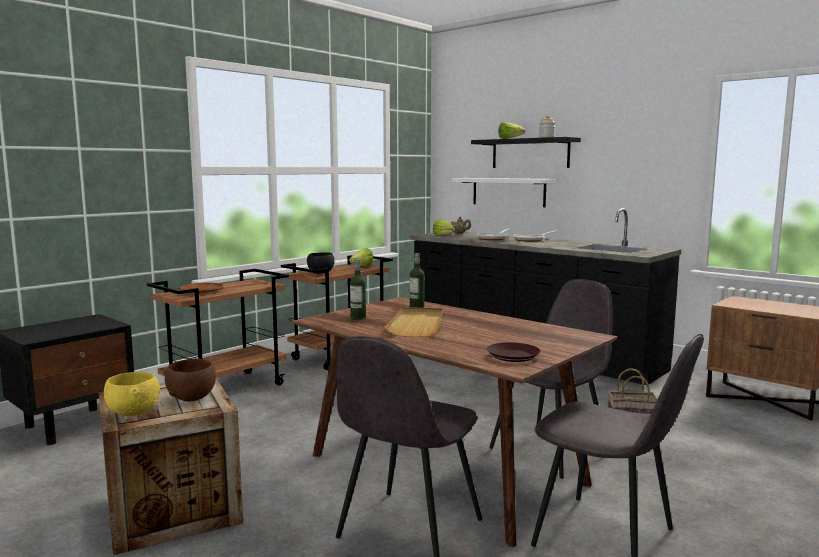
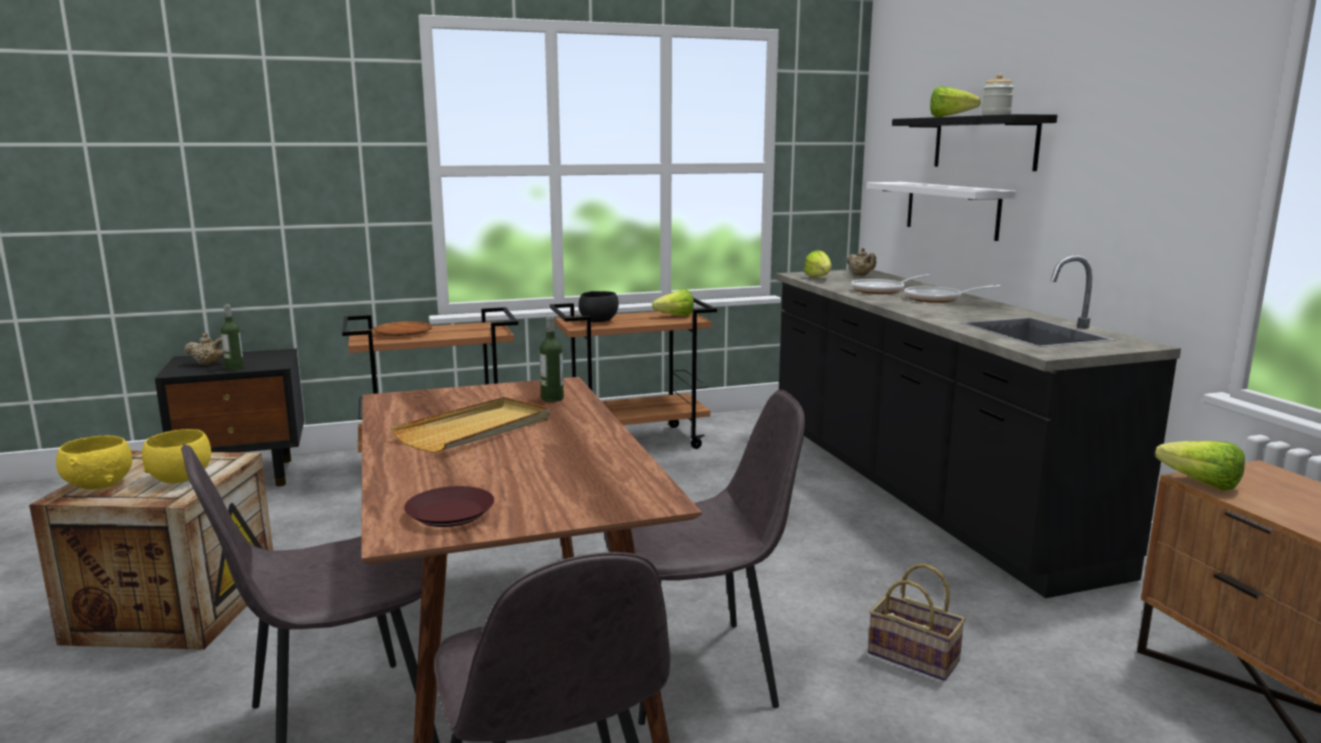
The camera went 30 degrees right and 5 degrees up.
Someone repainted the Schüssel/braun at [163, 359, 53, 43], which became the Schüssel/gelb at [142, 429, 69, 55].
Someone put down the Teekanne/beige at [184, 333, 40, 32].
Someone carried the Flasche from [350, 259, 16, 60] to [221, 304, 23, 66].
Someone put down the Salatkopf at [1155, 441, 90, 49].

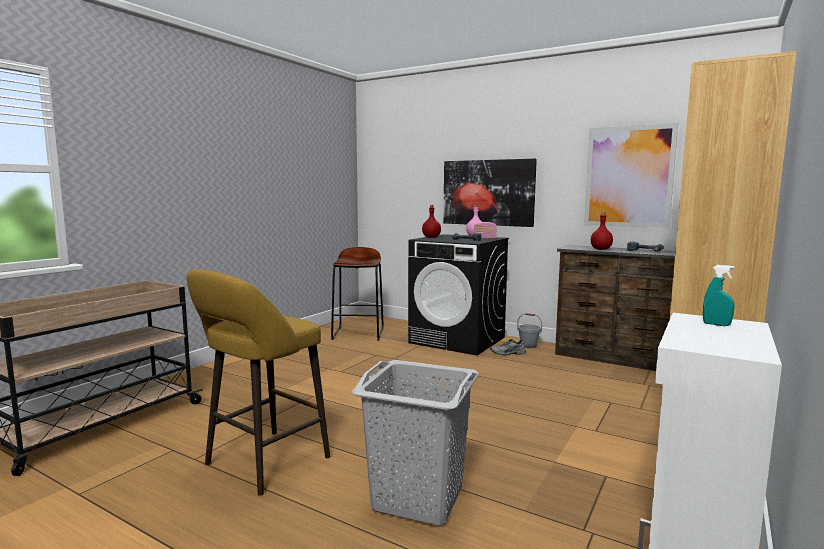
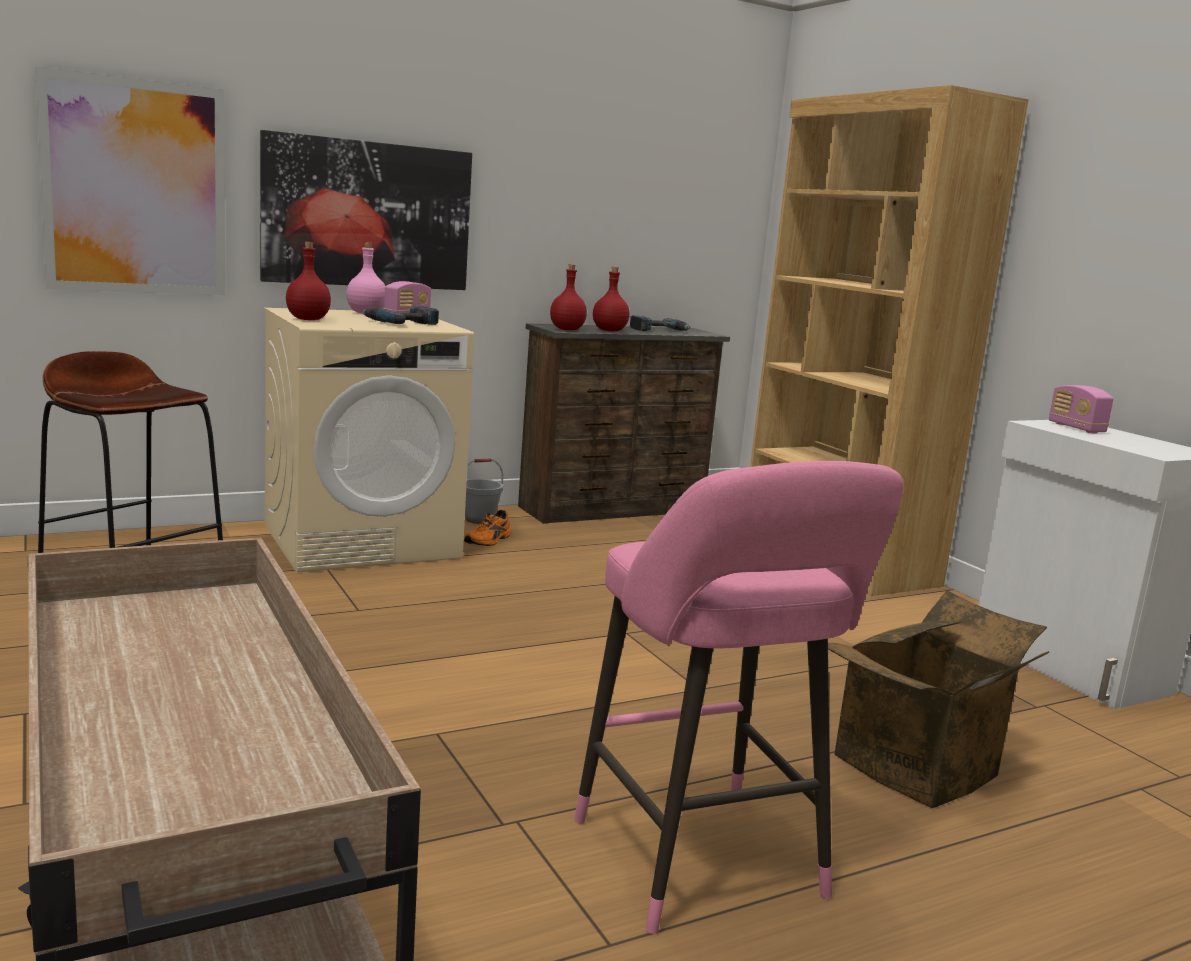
The camera went 60 degrees left and 5 degrees up.
Someone carried the Bild from [584, 123, 94, 105] to [35, 66, 191, 230].
Someone repainted the Waschmaschine/schwarz at [408, 234, 101, 122], which became the Waschmaschine/beige at [264, 308, 210, 265].
Someone repainted the Schuh/grau at [490, 339, 36, 16], which became the Schuh/orange at [464, 510, 47, 36].
Someone put down the Flasche/rot at [550, 264, 37, 66].
Someone repainted the Hocker/gelb at [186, 269, 144, 226], which became the Hocker/rosa at [574, 461, 329, 473].
Someone swapped the Wäschekorb/grau at [352, 360, 127, 166] for the Karton at [828, 590, 222, 218].
Someone swapped the Sprühflasche/türkis at [703, 265, 32, 61] for the Radio at [1049, 385, 64, 48].

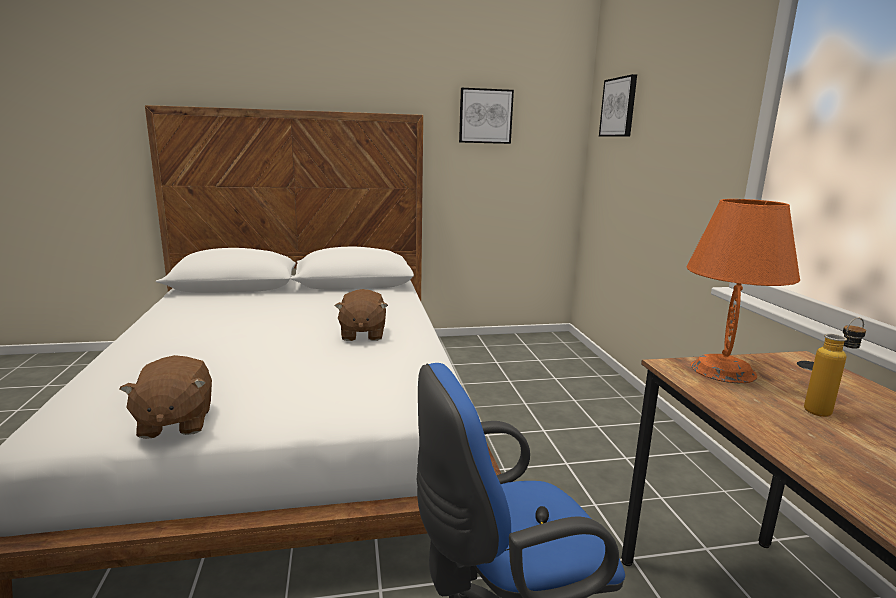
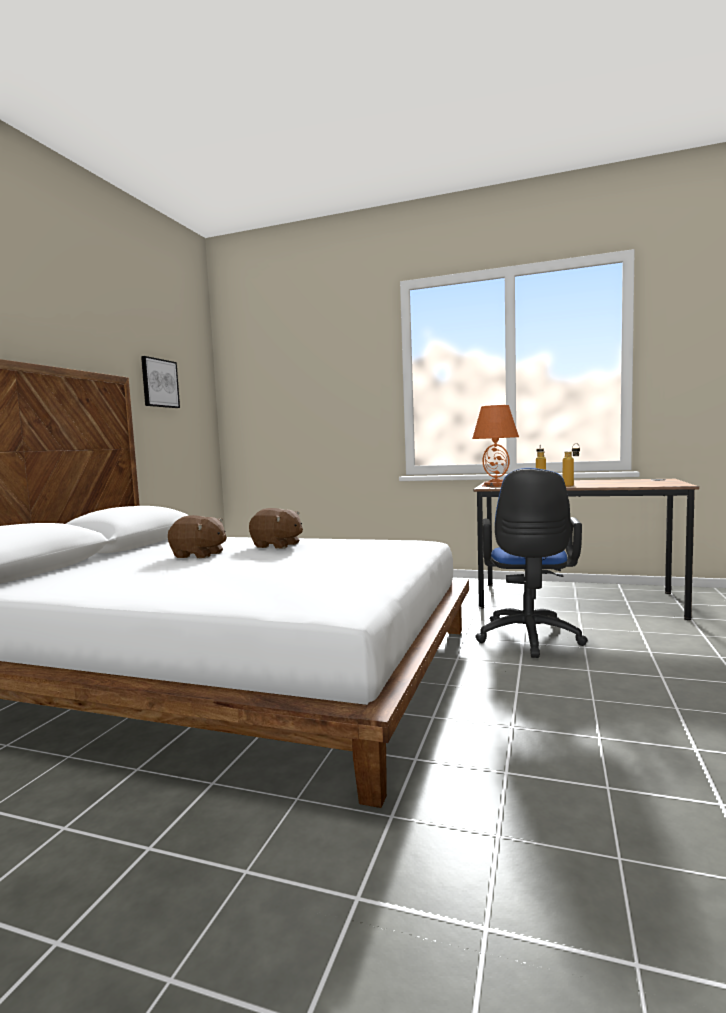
The camera went 60 degrees left and 10 degrees down.
Someone carried the Plüschtier/braun from [120, 355, 92, 84] to [168, 515, 59, 43].
Someone put down the Flasche at [563, 443, 17, 44].
Someone took away the Bild at [599, 74, 38, 63].

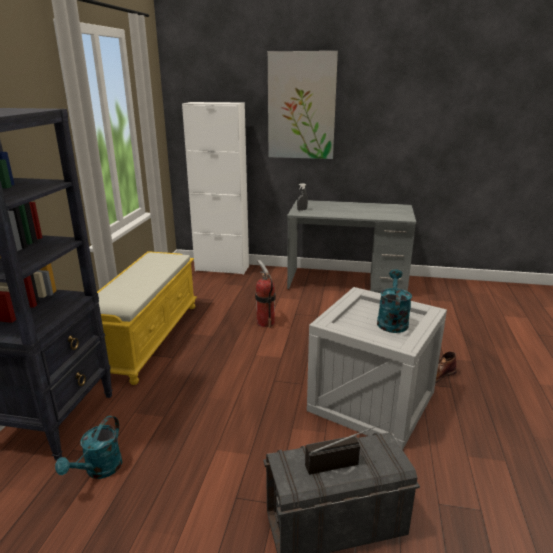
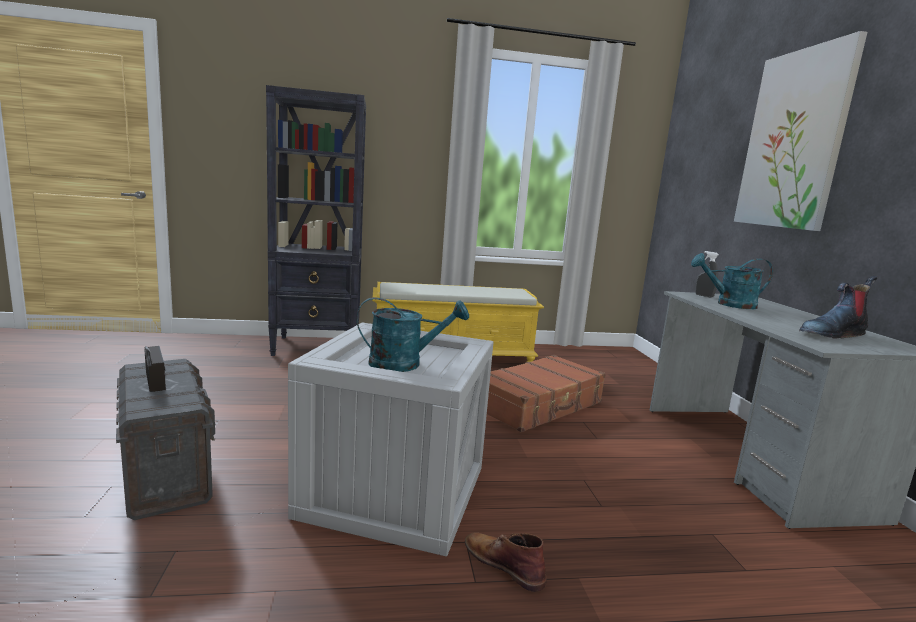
The camera went 70 degrees right and 10 degrees down.
Someone swapped the Feuerlöscher at [255, 260, 20, 68] for the Koffer/braun at [487, 355, 119, 77].
Someone carried the Gießkanne/türkis from [55, 416, 67, 63] to [691, 253, 82, 56].
Someone put down the Stiefel at [799, 276, 79, 63].
Someone took away the Schrank/weiß at [182, 102, 67, 173].

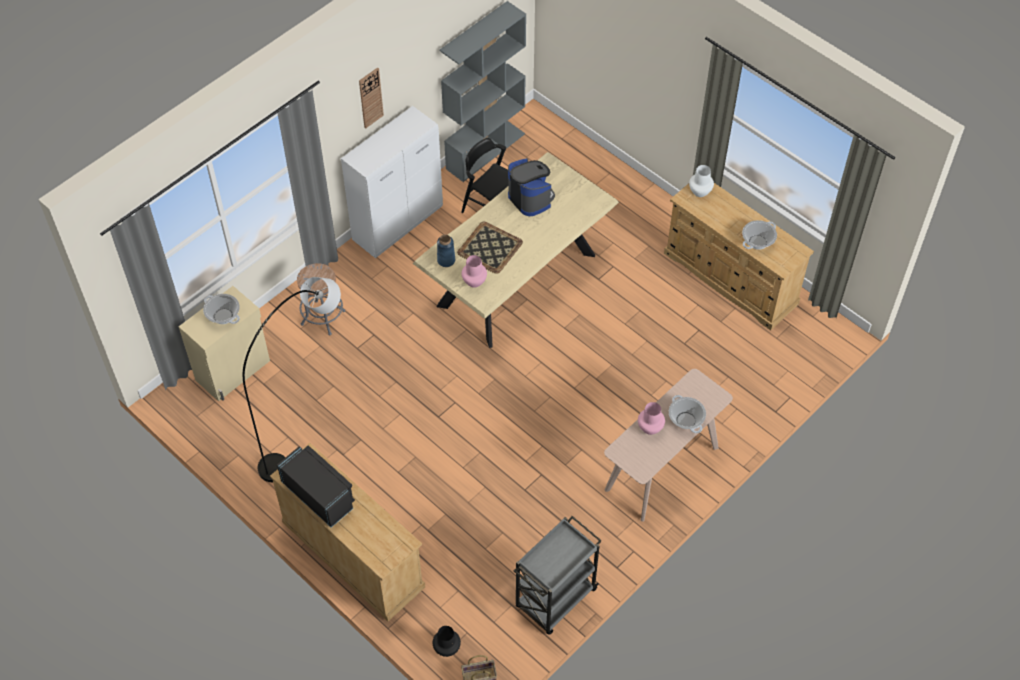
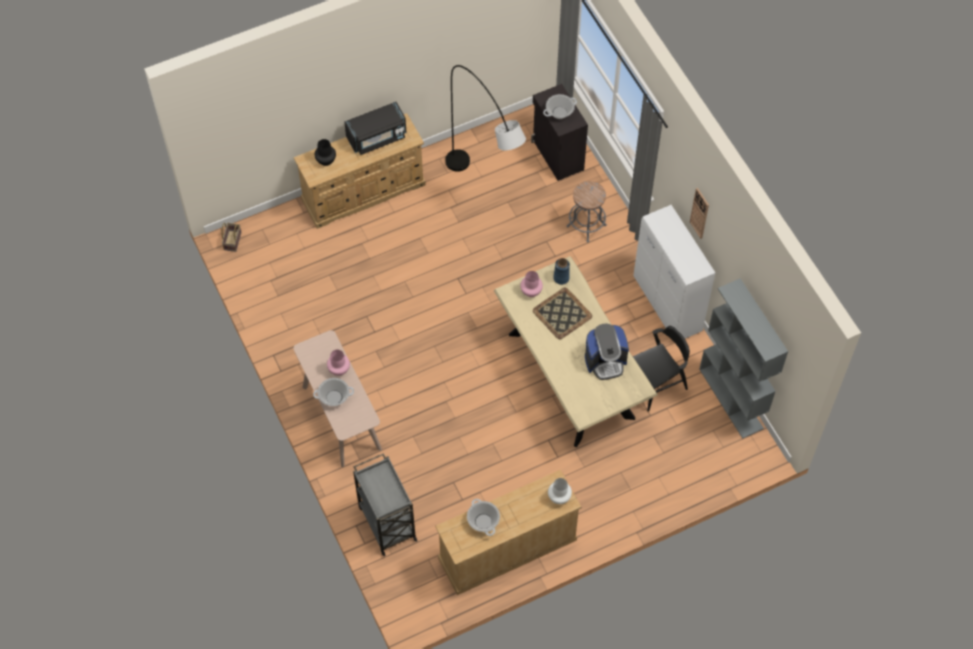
The camera went 110 degrees right and 5 degrees up.
Someone carried the Vase/schwarz from [433, 626, 28, 31] to [315, 139, 21, 27].
Someone carried the Rollwagen/grau from [514, 516, 88, 119] to [353, 453, 65, 103].
Someone repainted the Schrank/beige at [178, 286, 92, 115], which became the Schrank/schwarz at [531, 84, 57, 97].

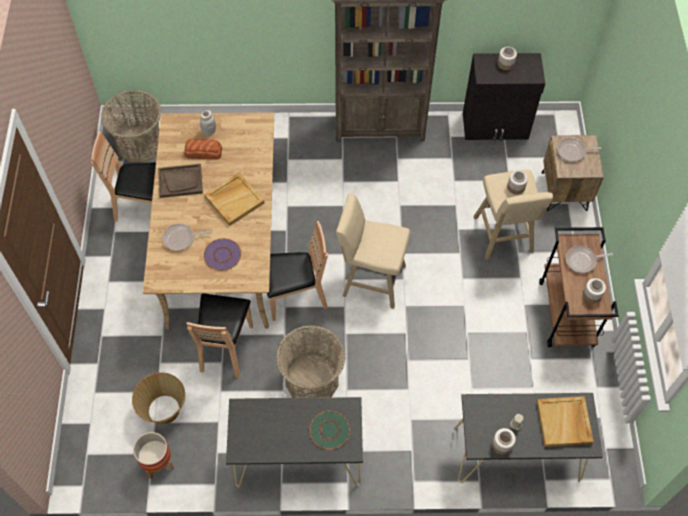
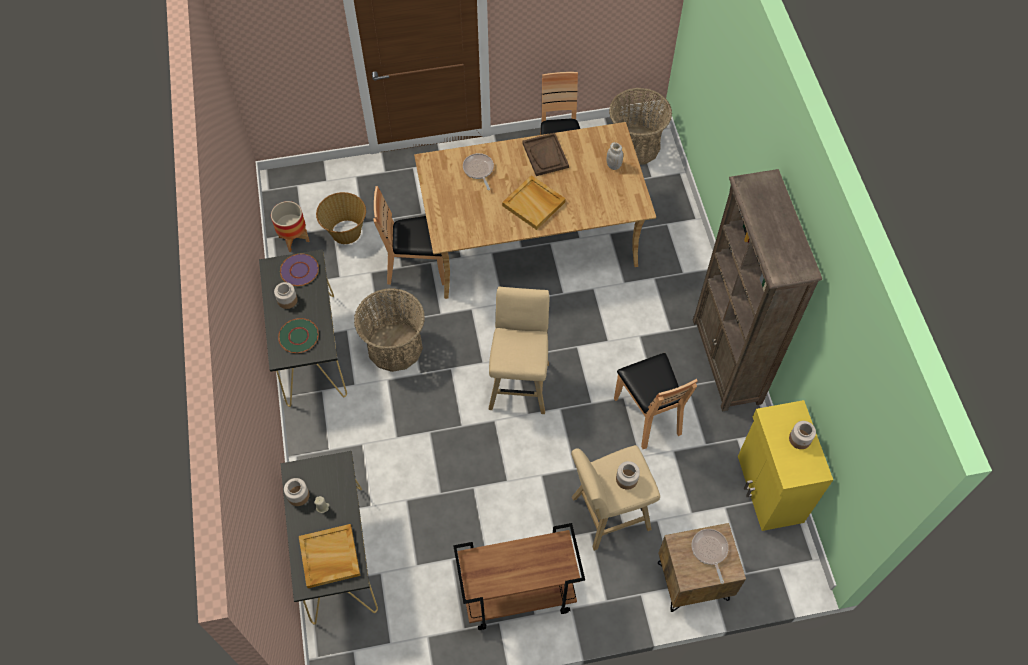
The camera went 80 degrees right and 0 degrees up.
Someone carried the Vorratsglas from [583, 278, 23, 25] to [274, 282, 24, 27].
Someone carried the Teller/lila from [204, 238, 37, 33] to [280, 254, 39, 32].
Someone carried the Stuhl/braun from [267, 221, 61, 100] to [614, 353, 83, 96].
Someone repainted the Schrank/schwarz at [463, 53, 82, 88], which became the Schrank/gelb at [738, 400, 95, 131].
Someone took away the Brot at [184, 139, 38, 20].
Someone took away the Pfanne at [565, 246, 48, 27].

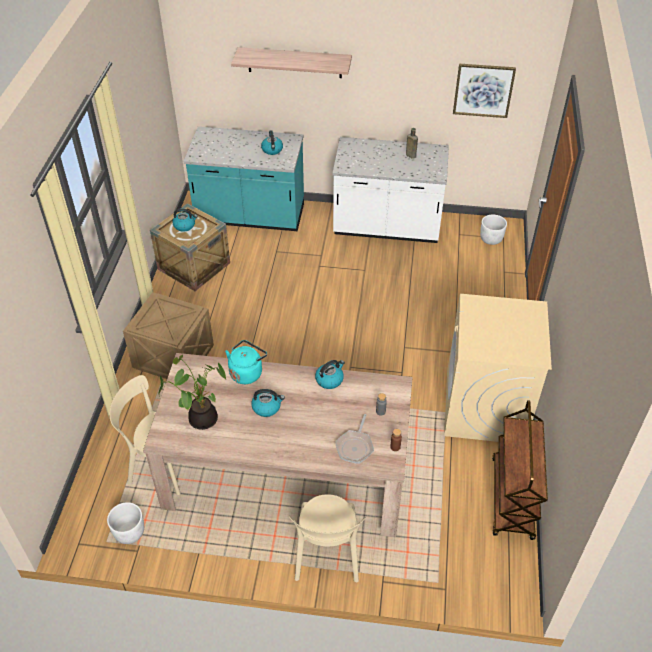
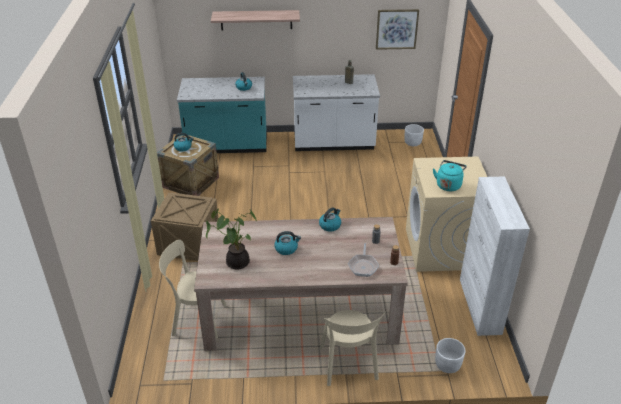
The camera went 10 degrees left and 10 degrees down.
Someone carried the Wasserkessel/türkis from [225, 340, 42, 44] to [433, 160, 34, 31].
Someone carried the Pflanzkübel/weiß from [107, 502, 37, 42] to [435, 338, 30, 35].
Someone swapped the Rollwagen/braun at [492, 400, 56, 140] for the Schrank/weiß at [460, 176, 70, 160].

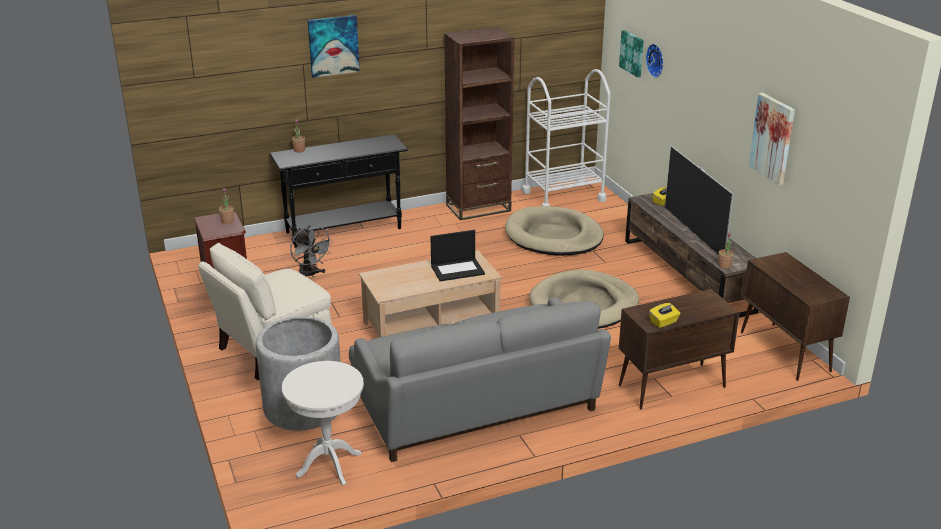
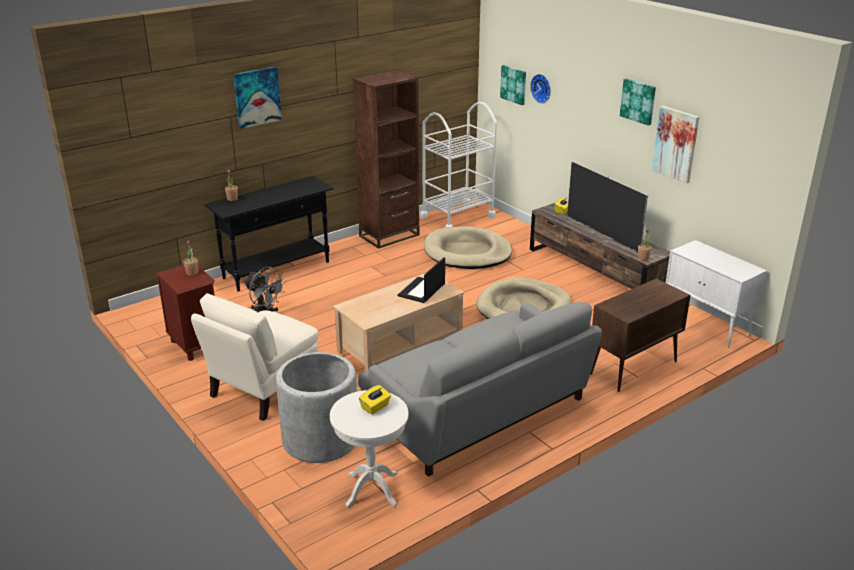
The camera went 15 degrees left and 0 degrees up.
Someone carried the Taschentuchbox/gelb from [649, 303, 31, 25] to [359, 385, 32, 29].
Someone rotated the Laptop at [430, 230, 55, 51] by 150 degrees clockwise.
Someone put up the Bild at [620, 79, 36, 47].
Someone repainted the Schrank/braun at [741, 252, 109, 129], which became the Schrank/weiß at [666, 240, 101, 107].

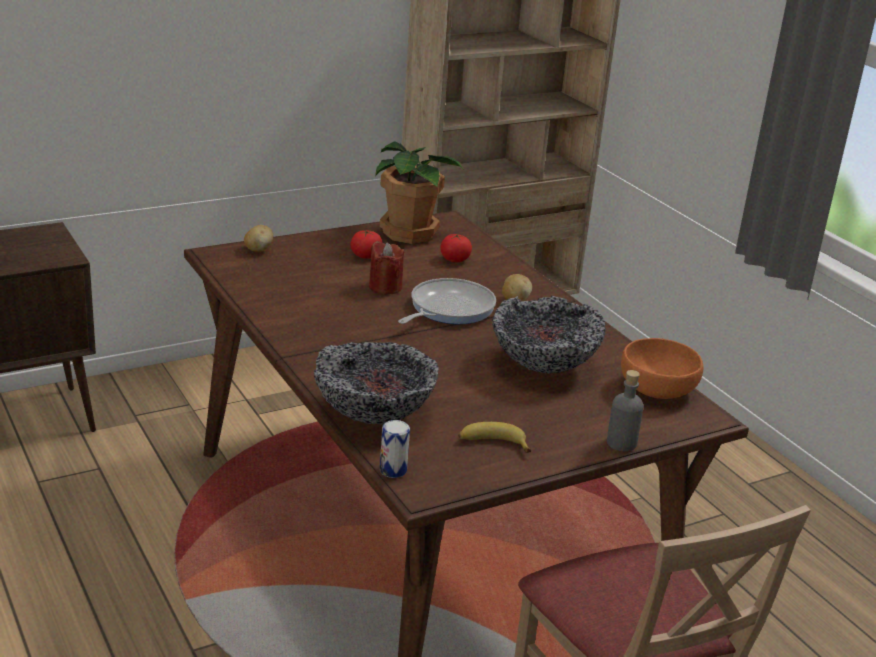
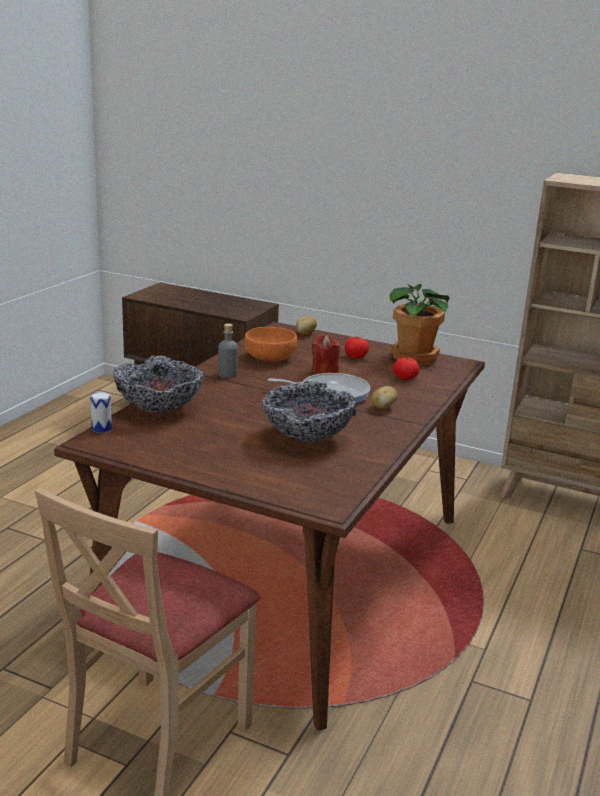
The camera went 55 degrees right and 5 degrees down.
Someone carried the Flasche/grau from [607, 370, 36, 82] to [218, 324, 20, 54].
Someone carried the Schüssel/orange from [621, 338, 82, 61] to [244, 327, 53, 35].
Someone took away the Banane at [458, 422, 73, 31].

